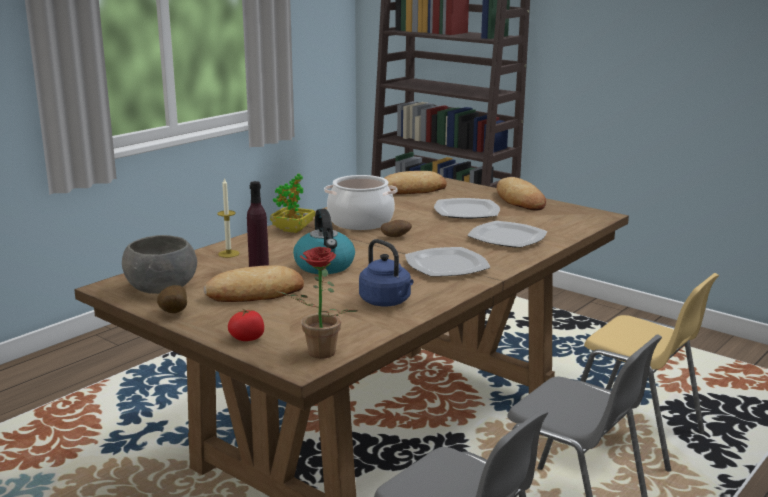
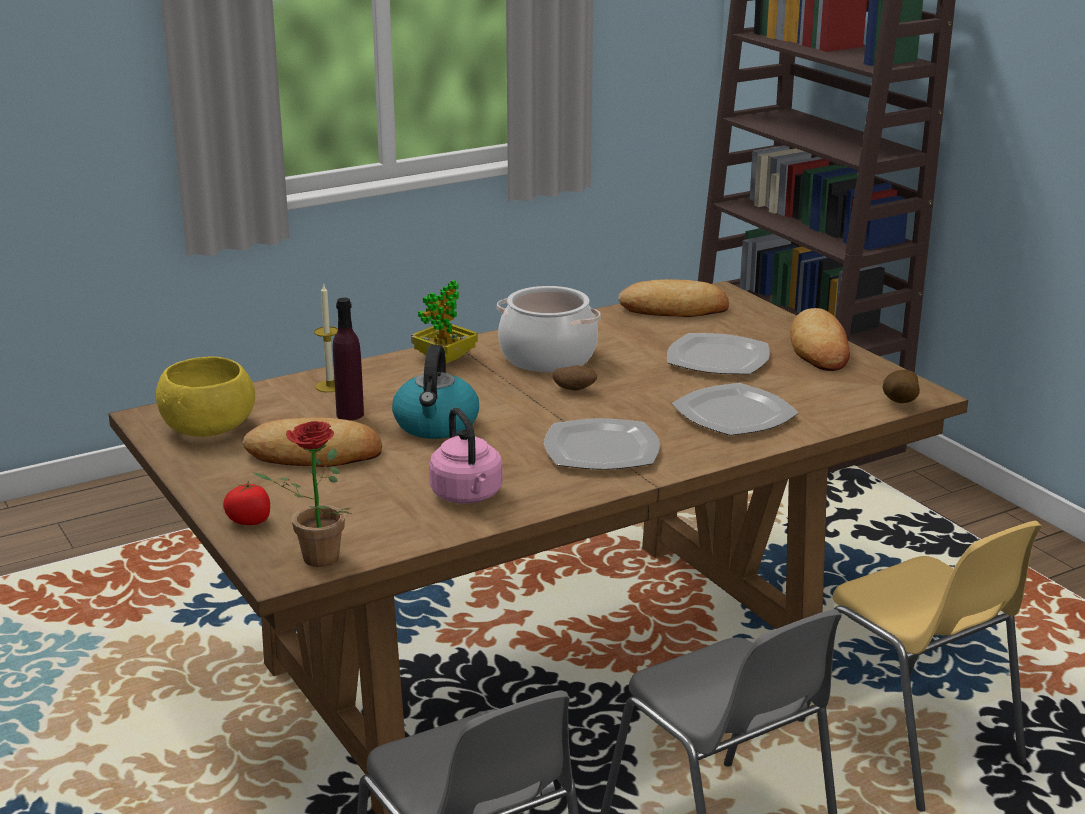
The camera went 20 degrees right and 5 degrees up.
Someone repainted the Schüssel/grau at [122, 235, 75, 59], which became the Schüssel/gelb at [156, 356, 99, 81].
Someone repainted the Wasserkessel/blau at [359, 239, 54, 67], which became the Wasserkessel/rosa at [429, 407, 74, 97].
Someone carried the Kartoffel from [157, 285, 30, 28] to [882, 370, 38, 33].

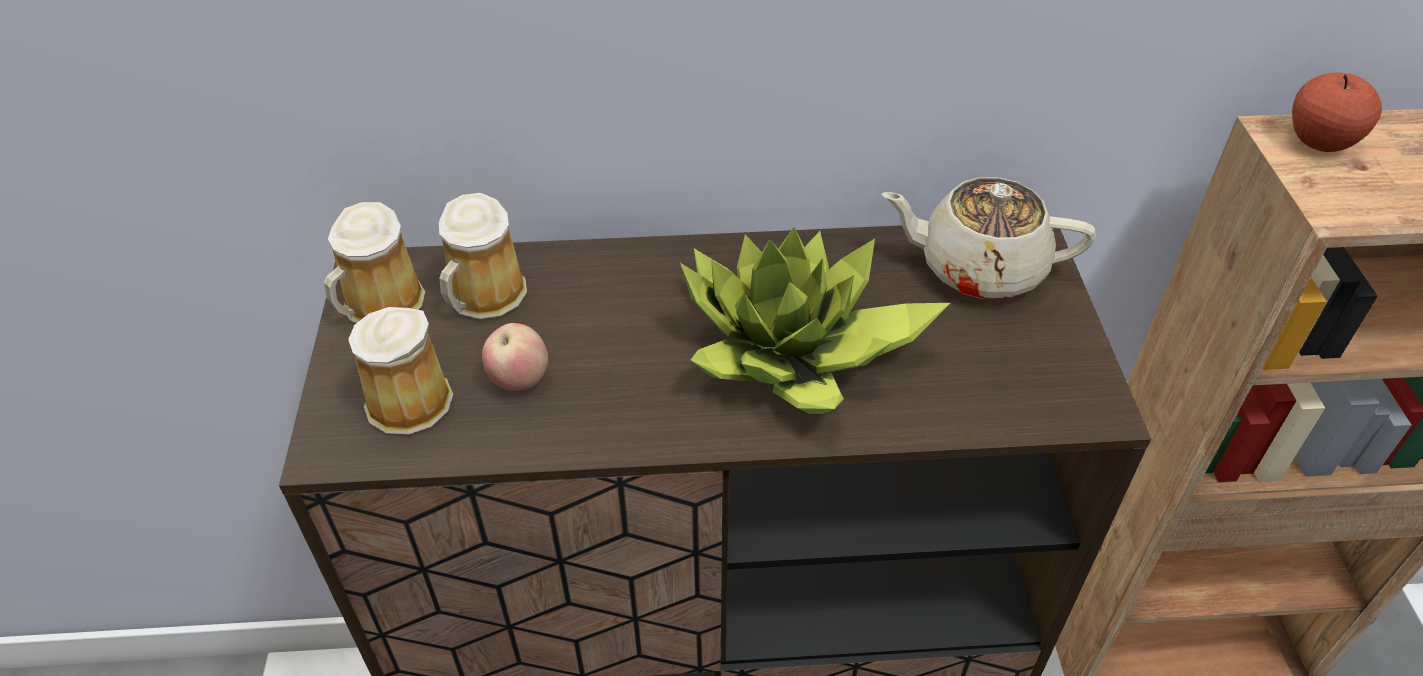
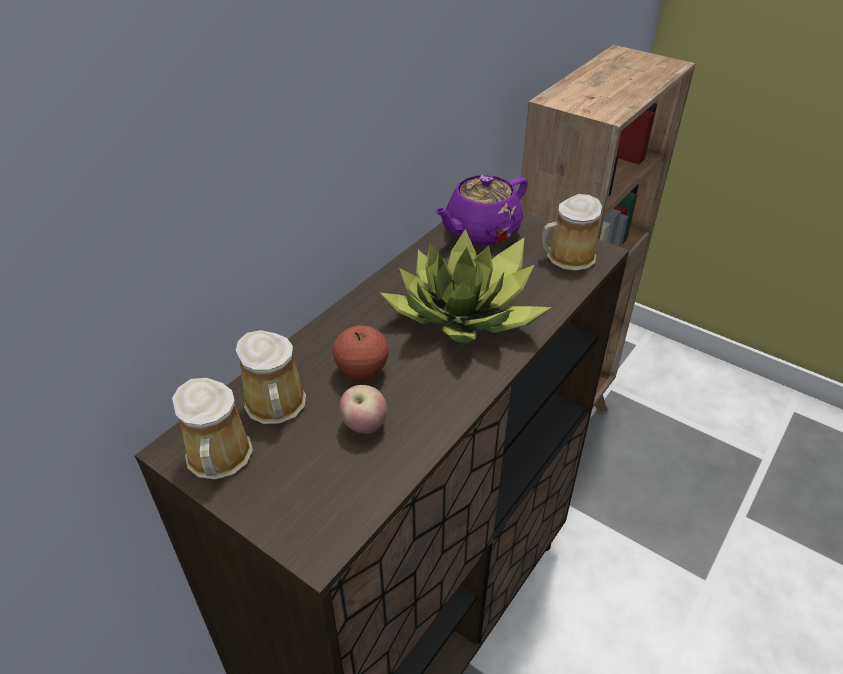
The camera went 50 degrees left and 5 degrees down.
Someone carried the Apfel from [1292, 73, 90, 79] to [333, 325, 56, 55].
Someone repainted the Teekanne/beige at [881, 177, 215, 122], which became the Teekanne/lila at [434, 174, 94, 71].
Someone carried the Henkelbecher from [348, 307, 105, 127] to [542, 194, 60, 77].

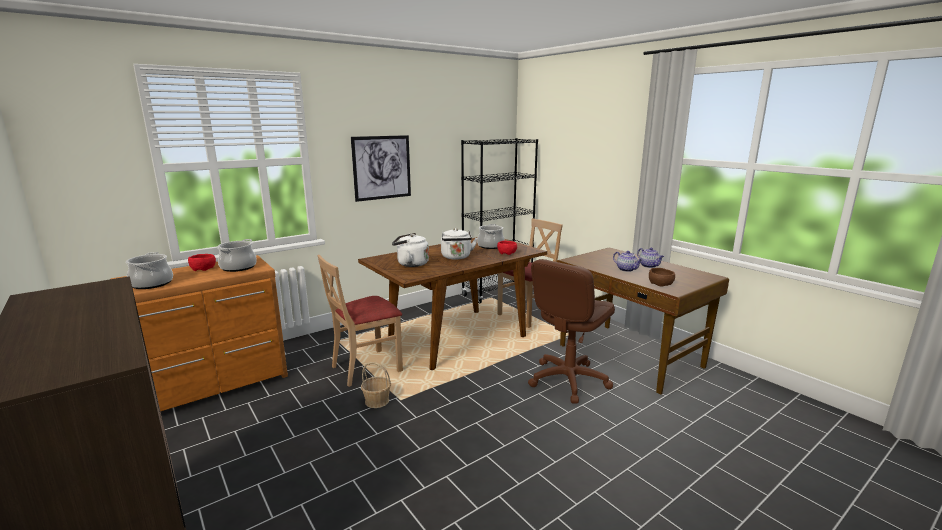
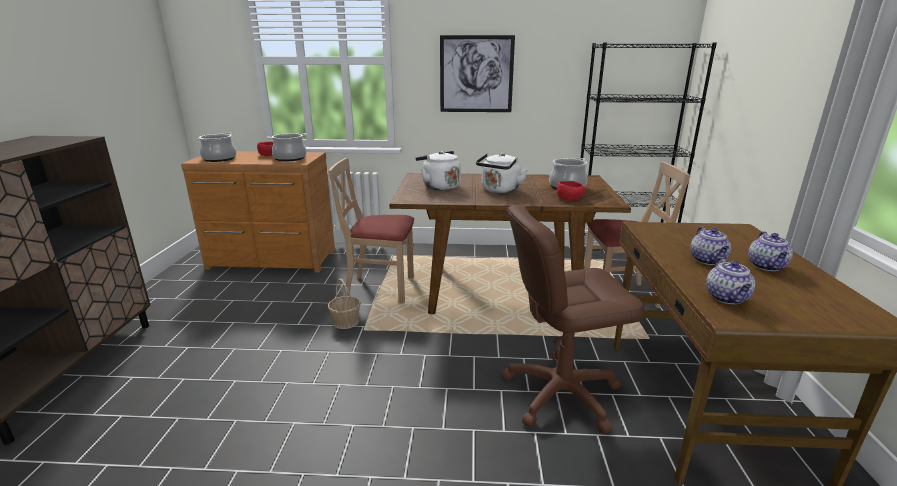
The camera went 40 degrees right and 5 degrees up.
Someone swapped the Schüssel/braun at [649, 268, 26, 19] for the Teekanne at [706, 257, 49, 47].

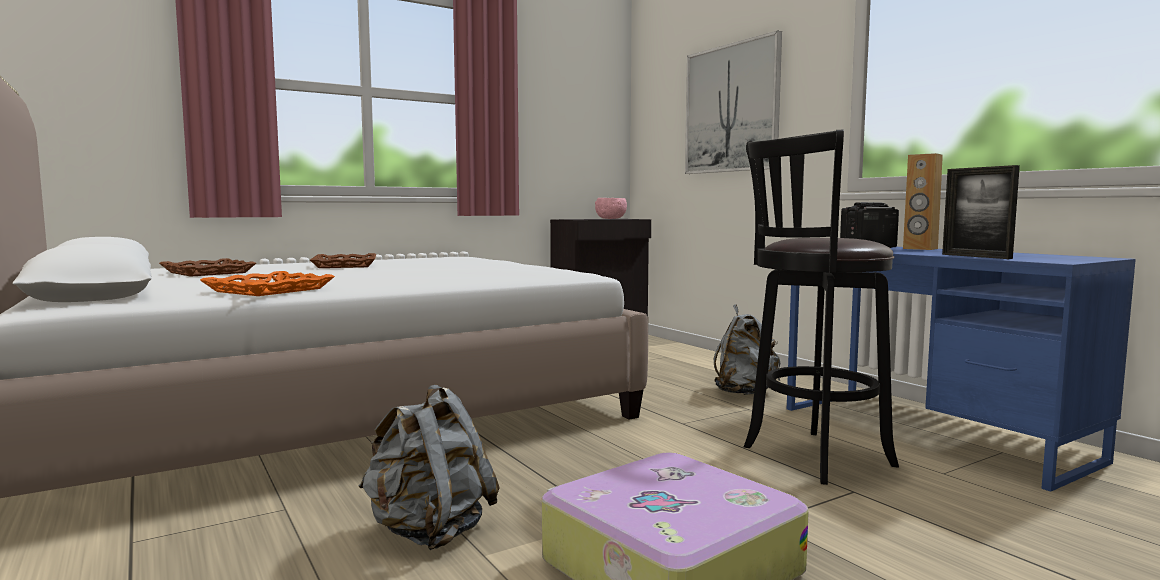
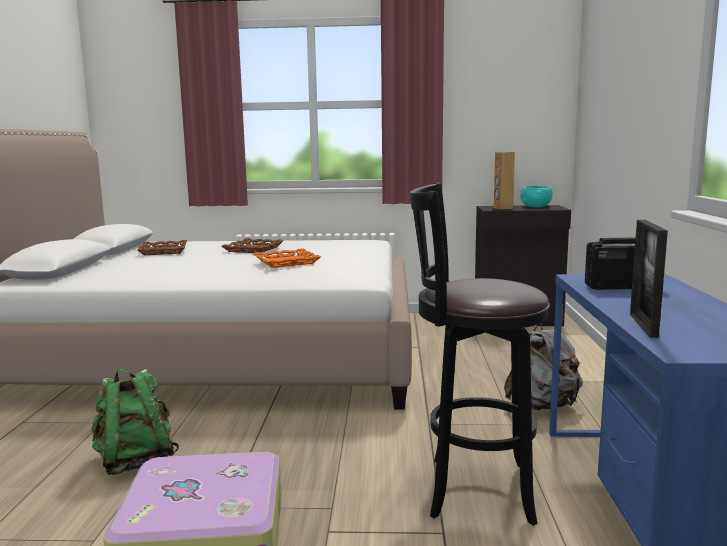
The camera went 35 degrees right and 5 degrees up.
Someone repainted the Rucksack/grau at [359, 385, 141, 165], which became the Rucksack/grün at [91, 369, 88, 106].
Someone carried the Tablett/orange from [200, 271, 135, 25] to [253, 248, 68, 20].
Someone carried the Lautsprecher/braun from [903, 153, 40, 97] to [494, 152, 21, 57].
Someone repainted the Schüssel/rosa at [595, 198, 32, 21], which became the Schüssel/türkis at [521, 186, 32, 21].
Someone took away the Bild at [685, 30, 97, 144].

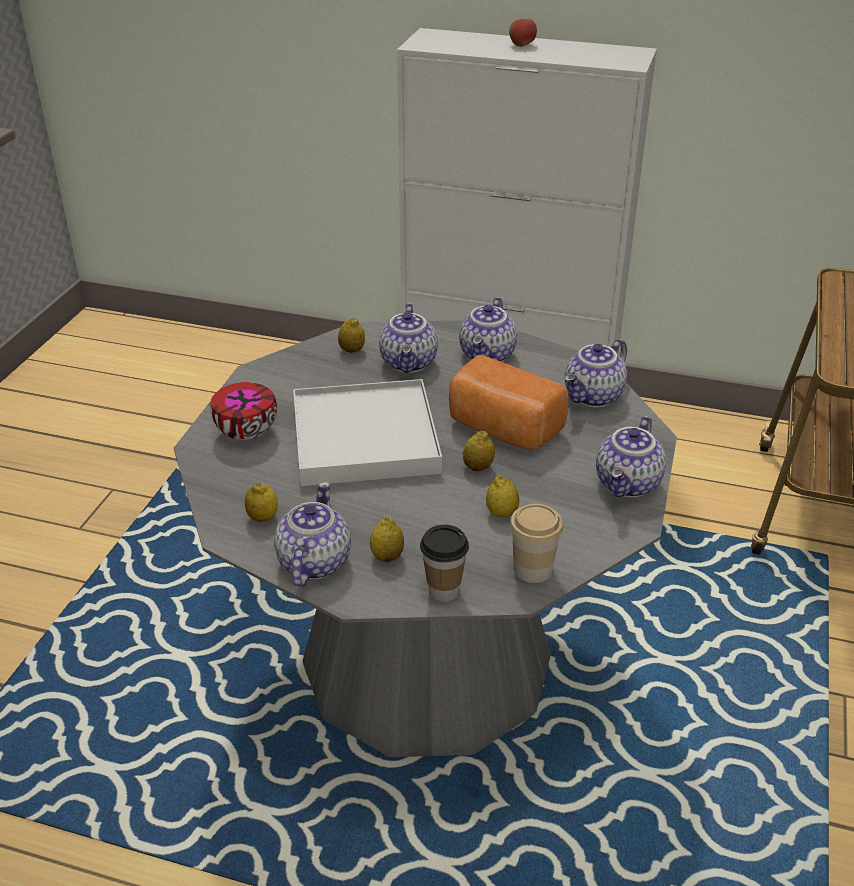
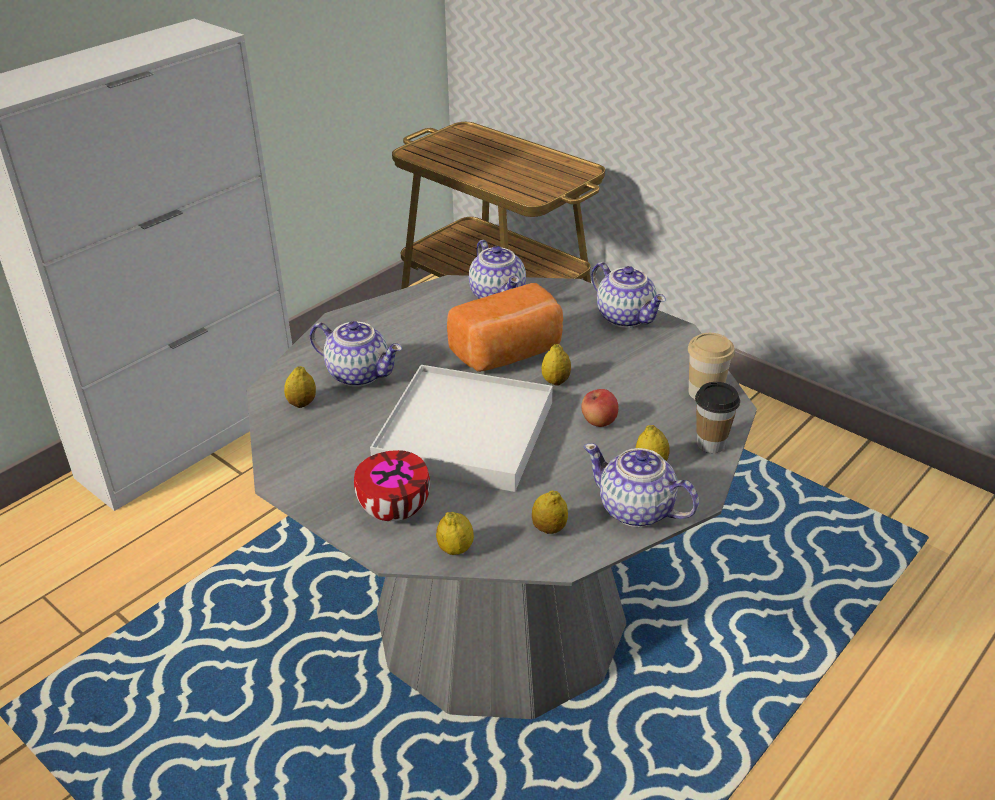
The camera went 65 degrees left and 0 degrees up.
Someone carried the Zitrone from [486, 475, 33, 42] to [436, 512, 38, 43].
Someone carried the Apfel from [509, 19, 28, 28] to [581, 389, 37, 38].
Someone took away the Teekanne at [459, 297, 58, 65].

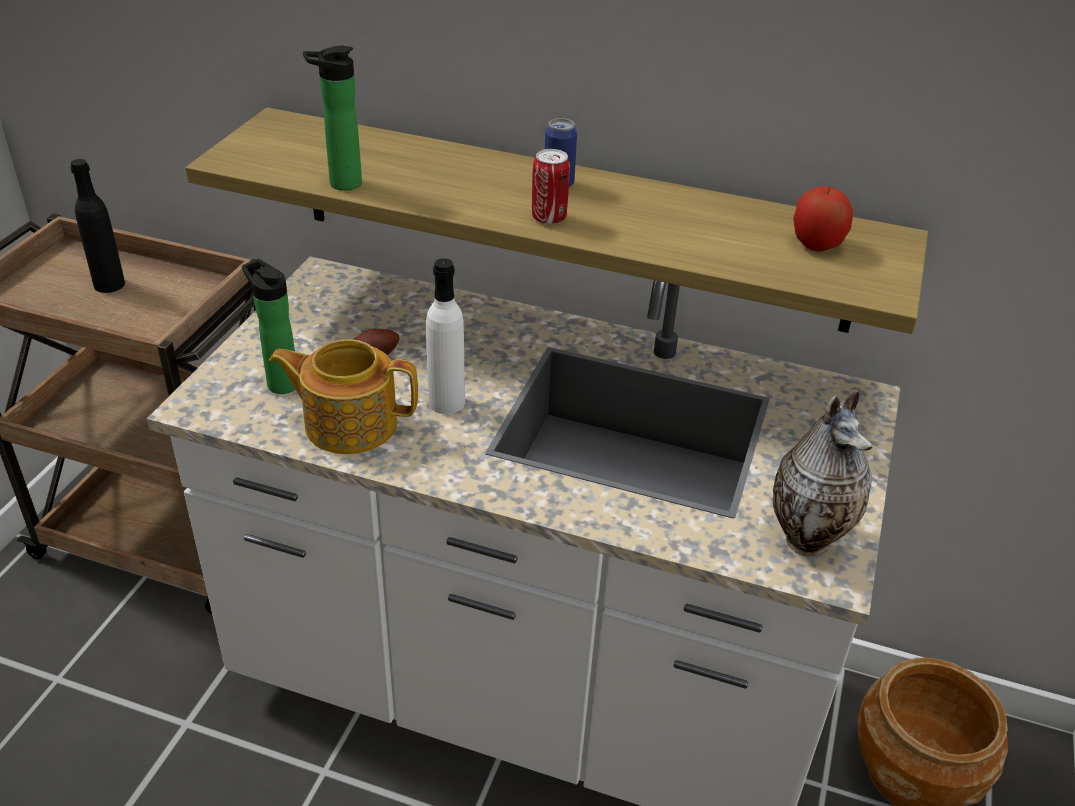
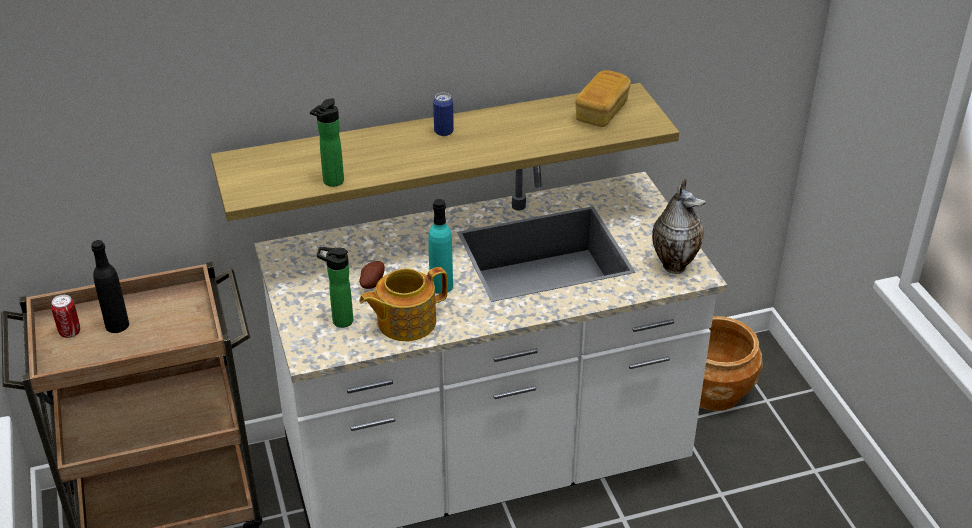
The camera went 35 degrees left and 0 degrees up.
Someone carried the Dose from [532, 149, 38, 76] to [51, 295, 29, 43].
Someone repainted the Flasche/weiß at [426, 258, 39, 156], which became the Flasche/türkis at [428, 199, 25, 95].
Someone swapped the Apfel at [793, 186, 60, 66] for the Brot at [575, 70, 56, 57].

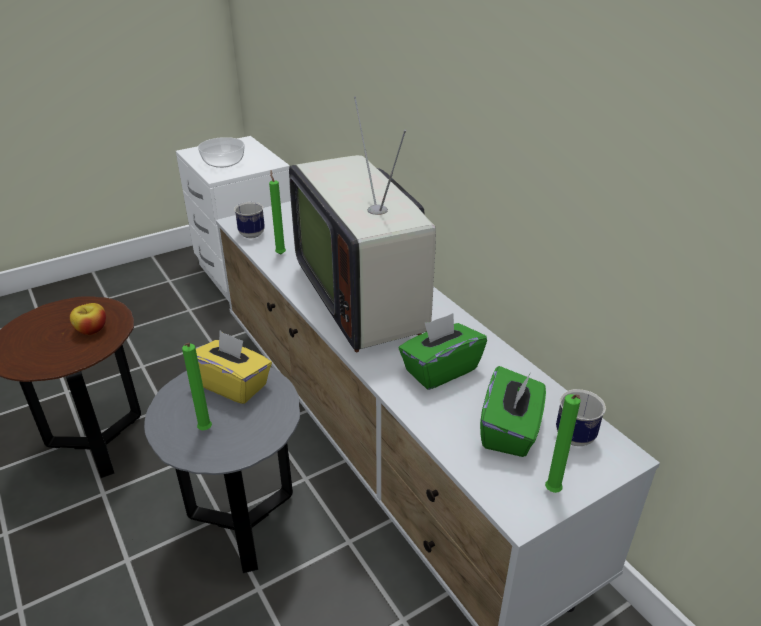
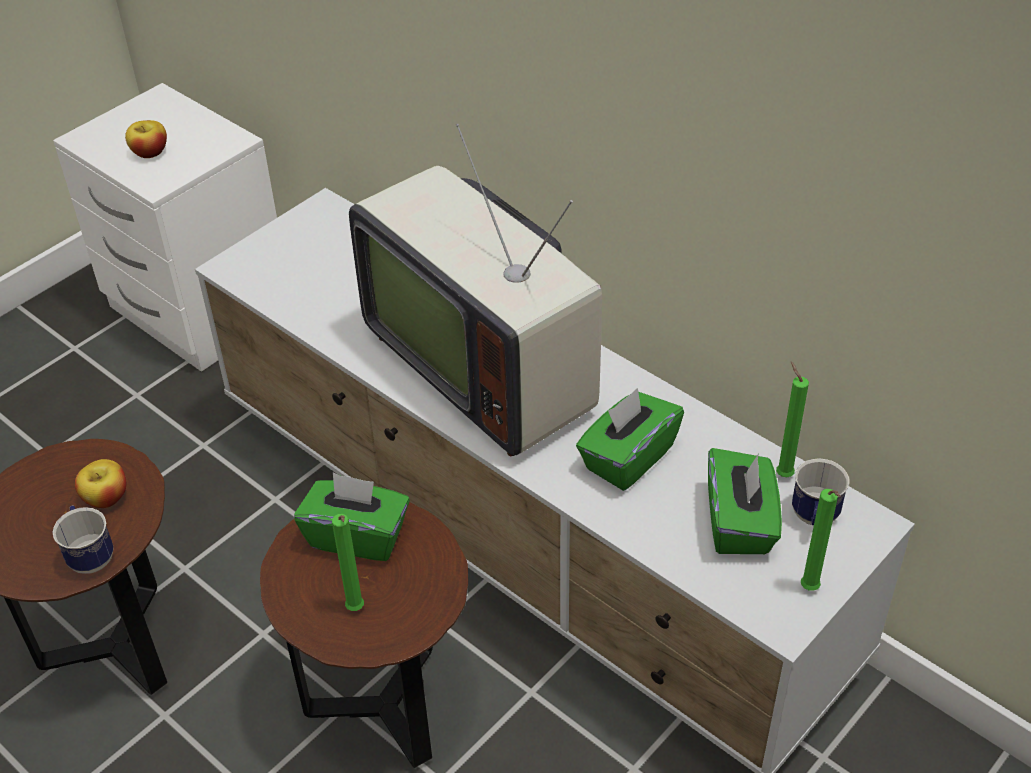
The camera went 15 degrees left and 10 degrees up.
Someone carried the Henkelbecher from [234, 202, 31, 36] to [52, 505, 62, 69].
Someone swapped the Schüssel at [198, 137, 47, 31] for the Apfel at [125, 120, 42, 38].
Someone repainted the Beistelltisch/grau at [144, 367, 156, 206], which became the Beistelltisch/braun at [260, 502, 208, 266].
Someone repainted the Taschentuchbox/gelb at [196, 331, 76, 73], which became the Taschentuchbox/grün at [294, 472, 116, 89].
Someone carried the Kerze/grün from [269, 170, 17, 84] to [776, 361, 33, 116].

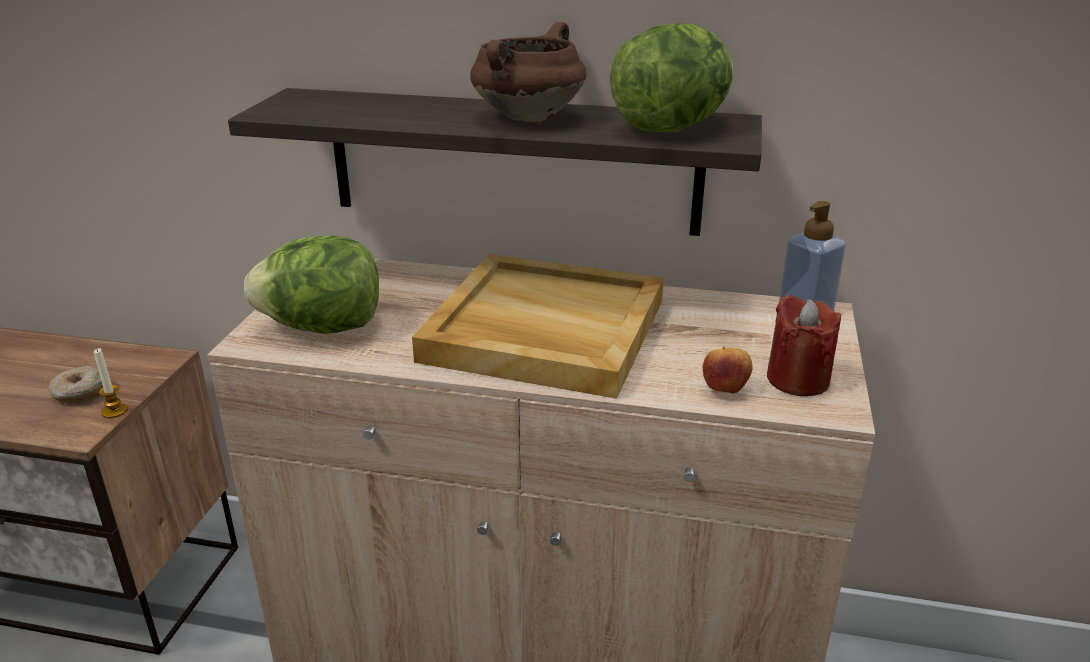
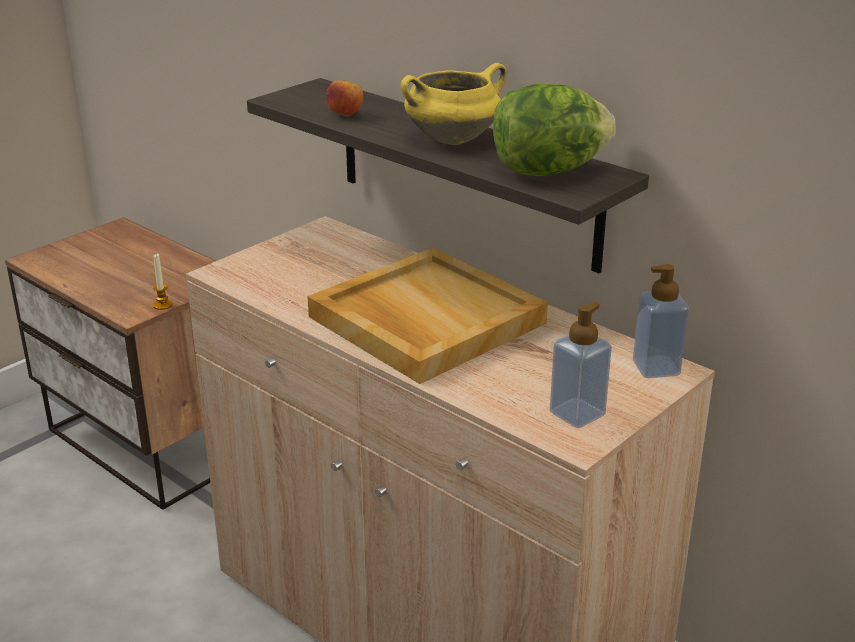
The camera went 30 degrees right and 0 degrees up.
Someone carried the Apfel from [702, 347, 50, 46] to [327, 80, 36, 36].
Someone repainted the Kochtopf/braun at [470, 22, 116, 99], which became the Kochtopf/gelb at [400, 63, 107, 82].
Someone swapped the Kerze/rot at [767, 295, 74, 101] for the Seifenspender at [550, 302, 62, 126].
Someone took away the Donut at [48, 366, 55, 38].
Someone took away the Salatkopf at [244, 236, 135, 98].

